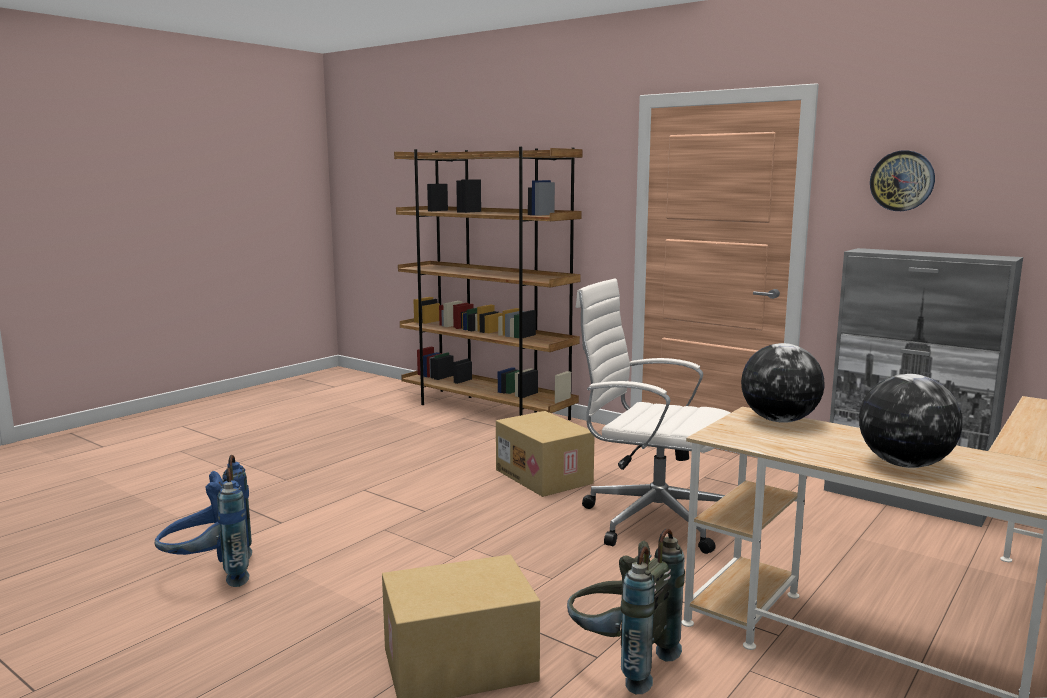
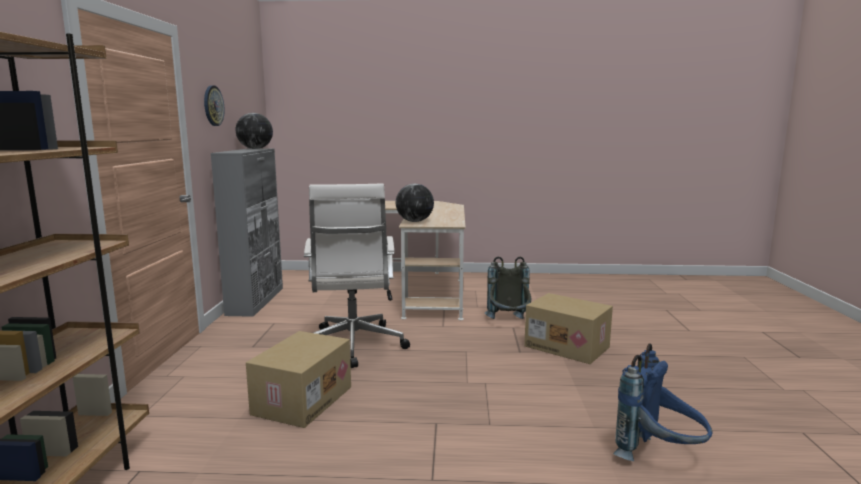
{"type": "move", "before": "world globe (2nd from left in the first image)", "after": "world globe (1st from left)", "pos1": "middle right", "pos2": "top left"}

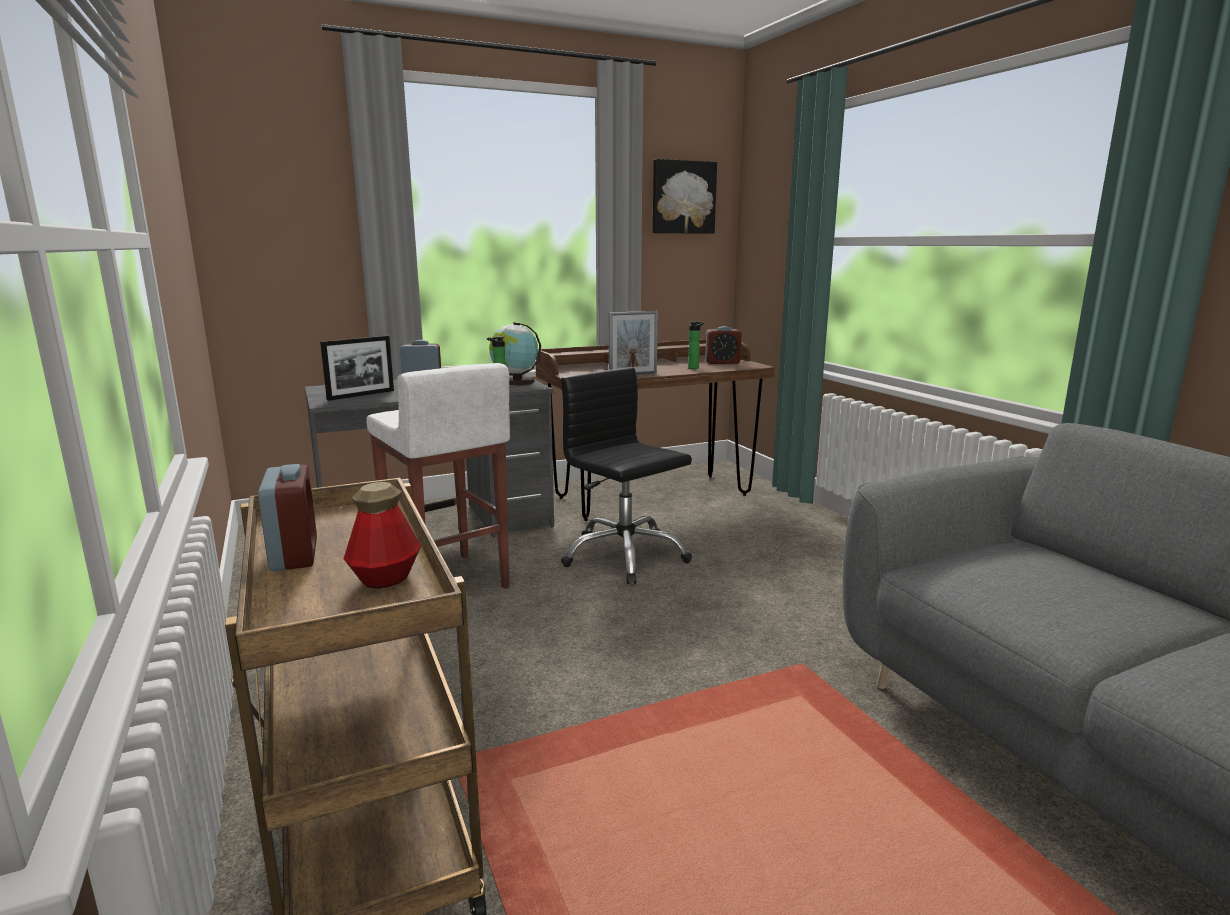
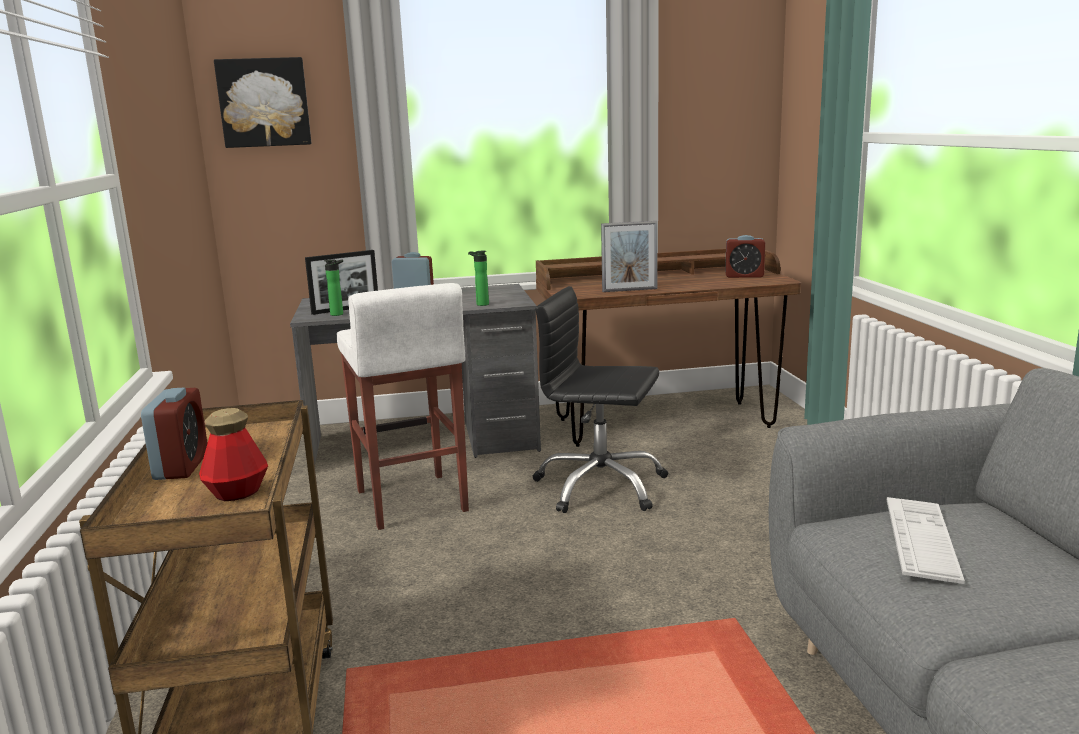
{"type": "move", "before": "wall art", "pos1": "top centre", "pos2": "top left"}
{"type": "delete", "before": "world globe", "pos1": "centre"}
{"type": "move", "before": "bottle (3rd from left in the first image)", "after": "bottle (2nd from left)", "pos1": "centre", "pos2": "middle left"}
{"type": "rotate", "before": "computer chair in black-coloured", "pos1": "centre", "pos2": "centre", "turn": -45}
{"type": "insert", "after": "keyboard", "pos2": "bottom right"}

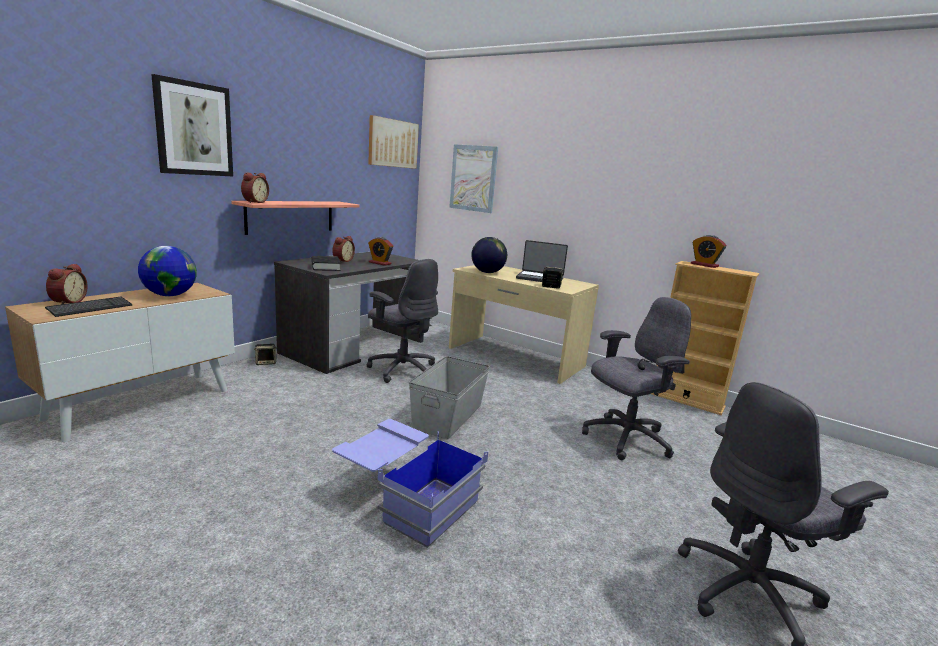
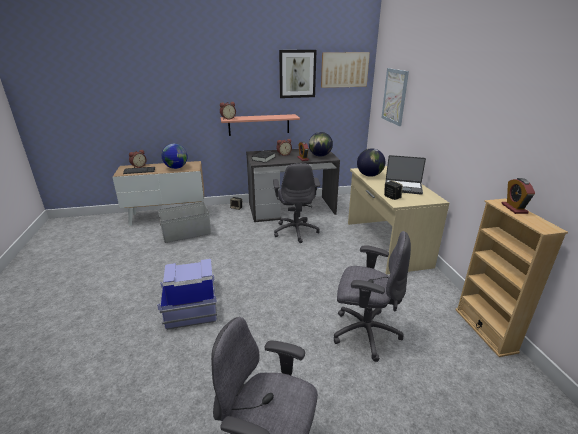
{"type": "move", "before": "wall art (1st from left)", "pos1": "top left", "pos2": "top centre"}
{"type": "rotate", "before": "laptop", "pos1": "centre", "pos2": "middle right", "turn": -45}
{"type": "move", "before": "storage box in greyish", "pos1": "centre", "pos2": "middle left"}
{"type": "insert", "after": "world globe (2nd from left)", "pos2": "top centre"}

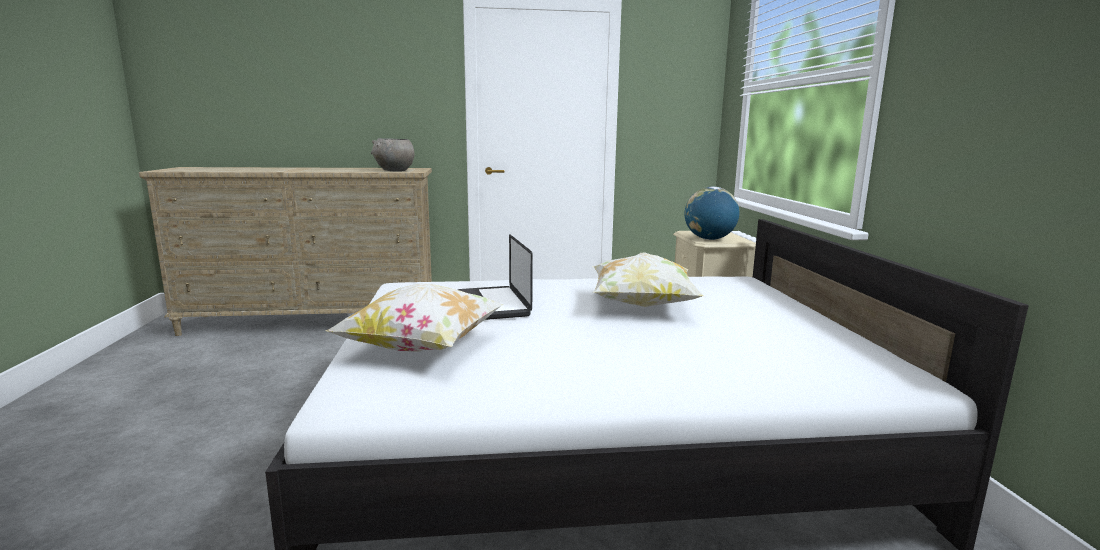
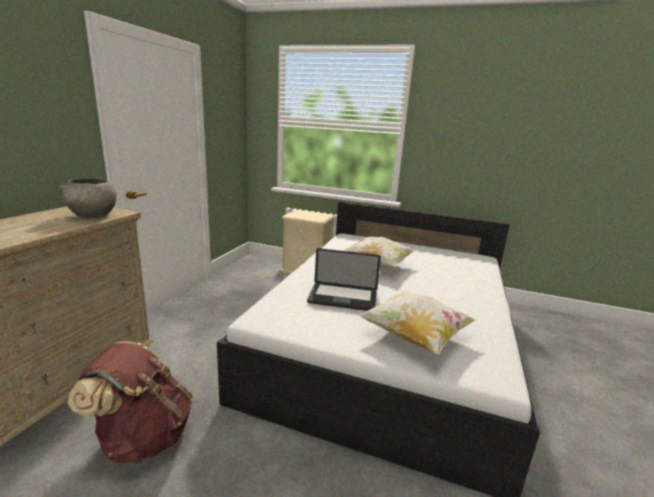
{"type": "delete", "before": "world globe", "pos1": "centre"}
{"type": "insert", "after": "backpack in brownish", "pos2": "bottom left"}

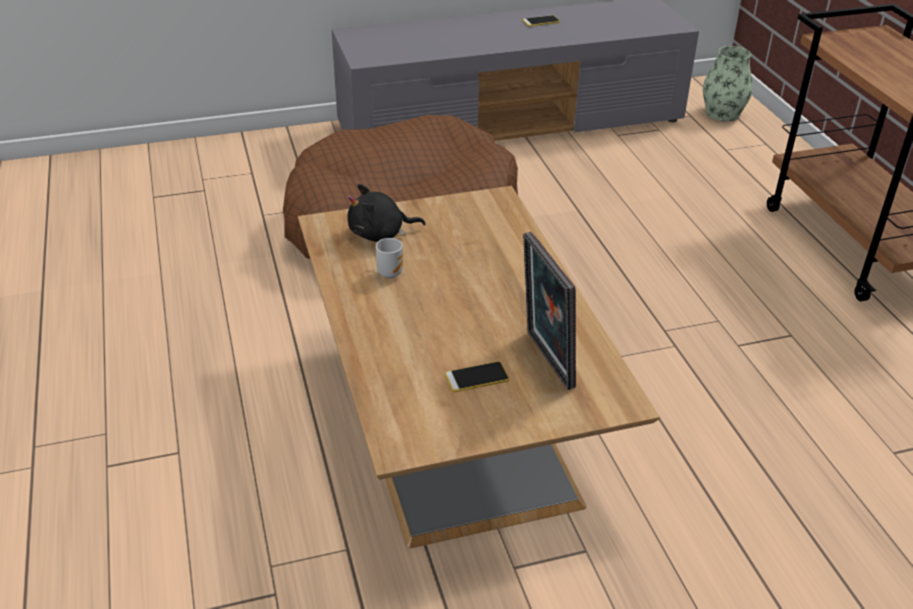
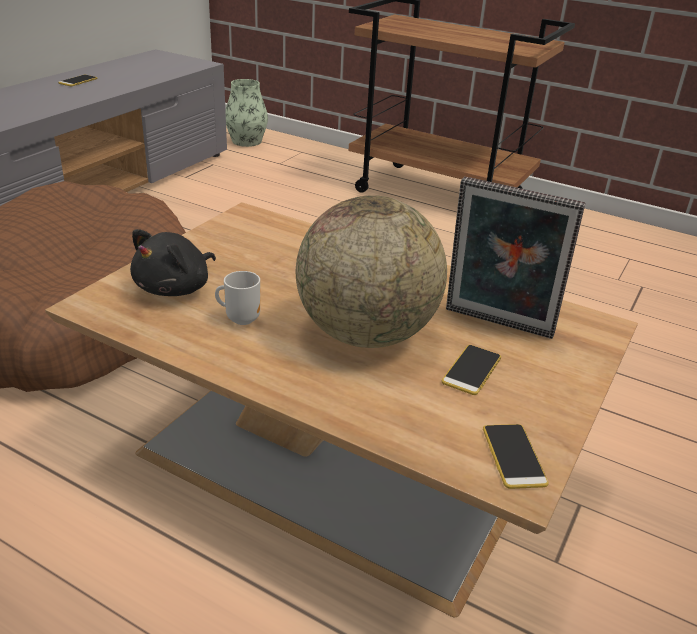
{"type": "insert", "after": "world globe", "pos2": "centre"}
{"type": "insert", "after": "handset (3rd from left)", "pos2": "bottom right"}

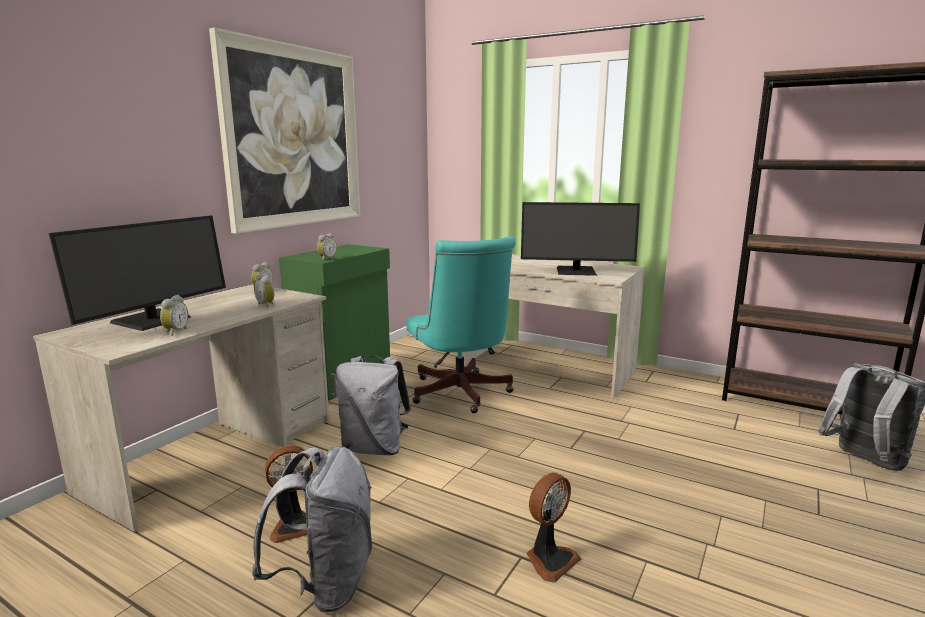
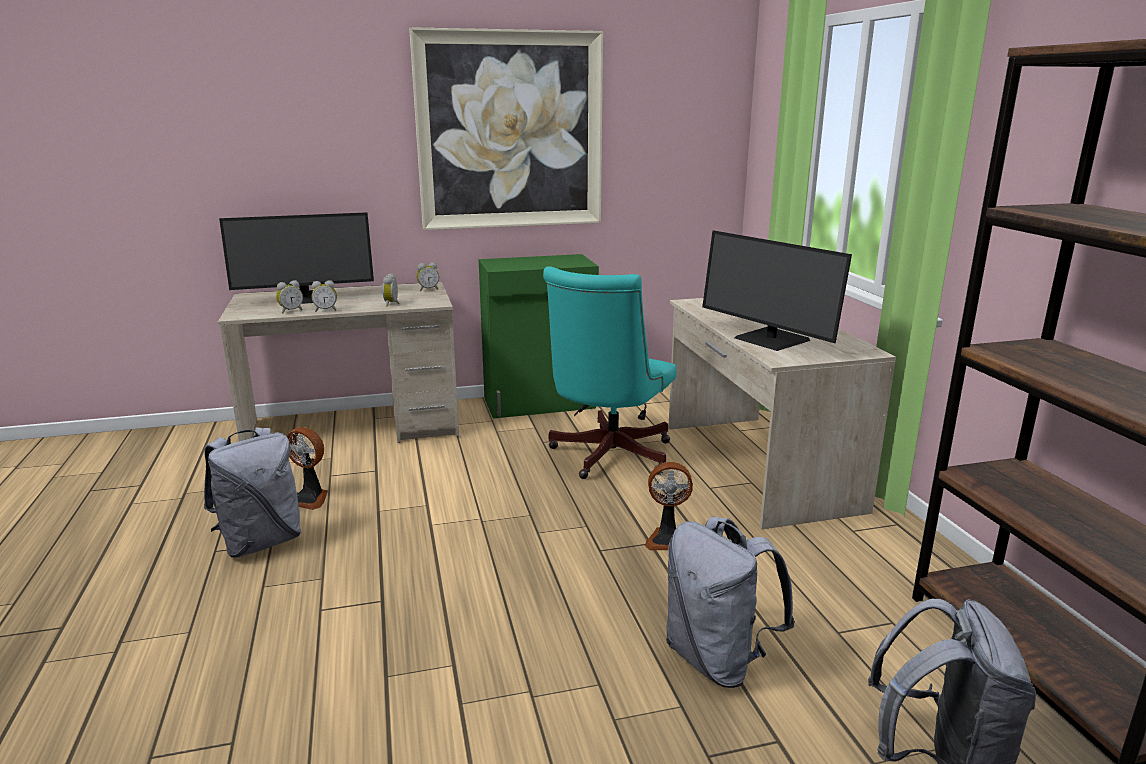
{"type": "move", "before": "bedside clock (4th from left in the first image)", "after": "bedside clock (2nd from left)", "pos1": "centre", "pos2": "middle left"}
{"type": "move", "before": "backpack in greyish (2nd from left)", "pos1": "centre", "pos2": "bottom centre"}
{"type": "move", "before": "cooling fan (2nd from left)", "pos1": "bottom centre", "pos2": "centre"}

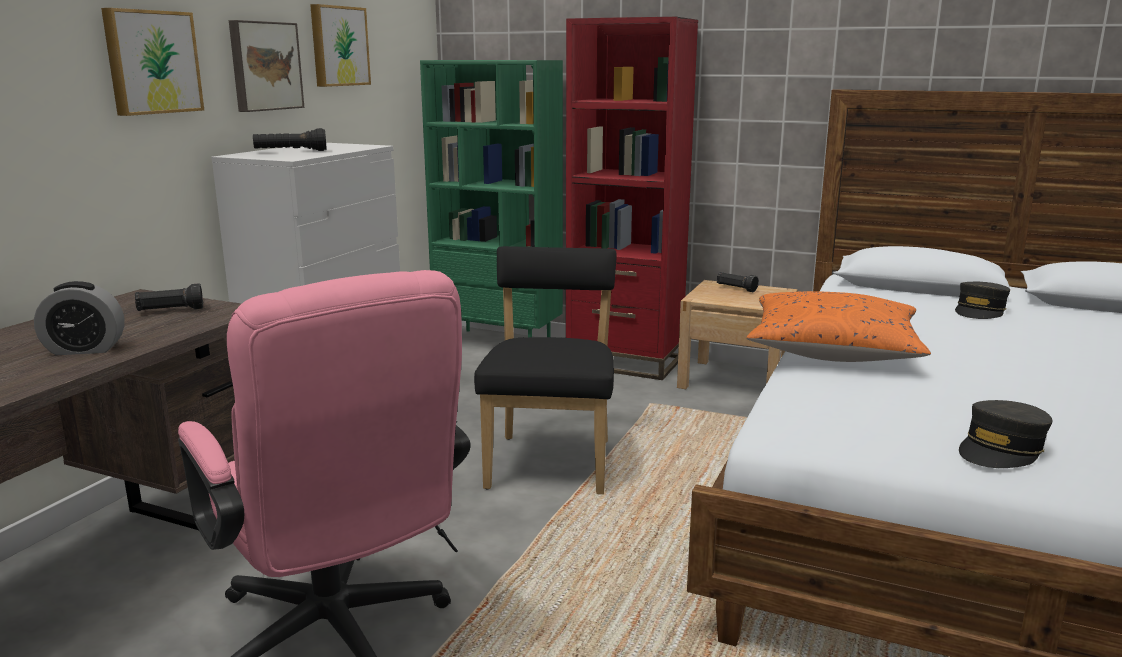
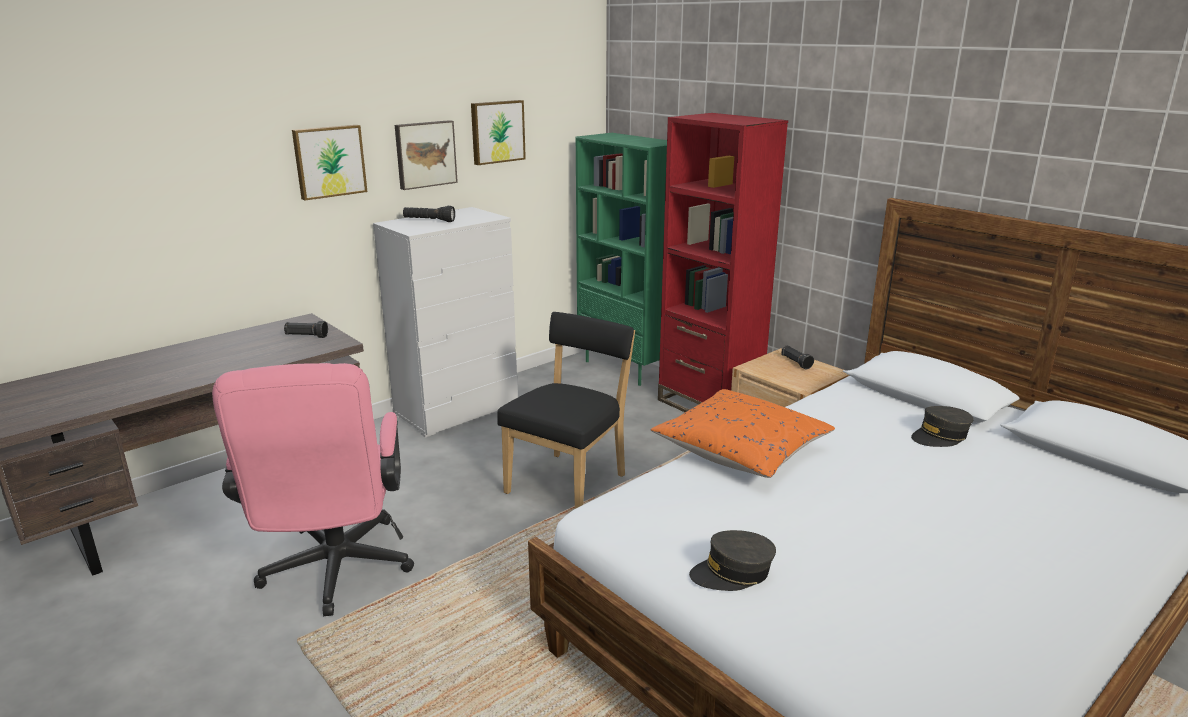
{"type": "delete", "before": "bedside clock", "pos1": "middle left"}

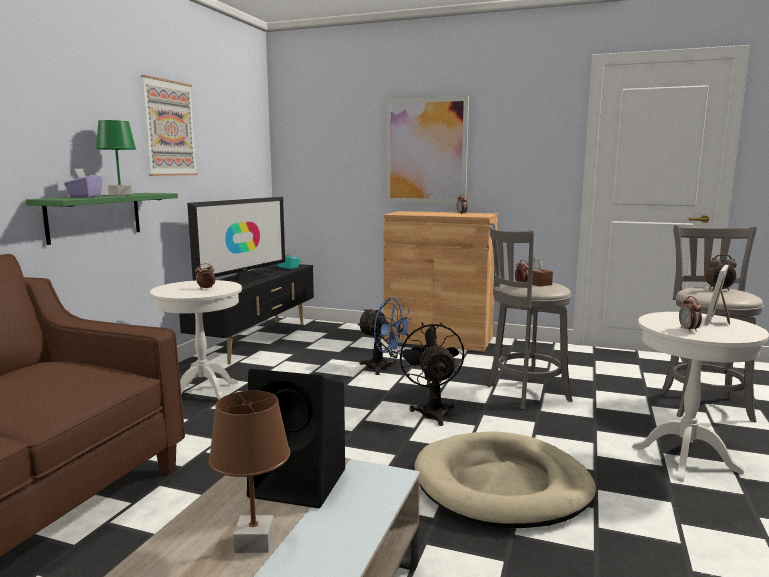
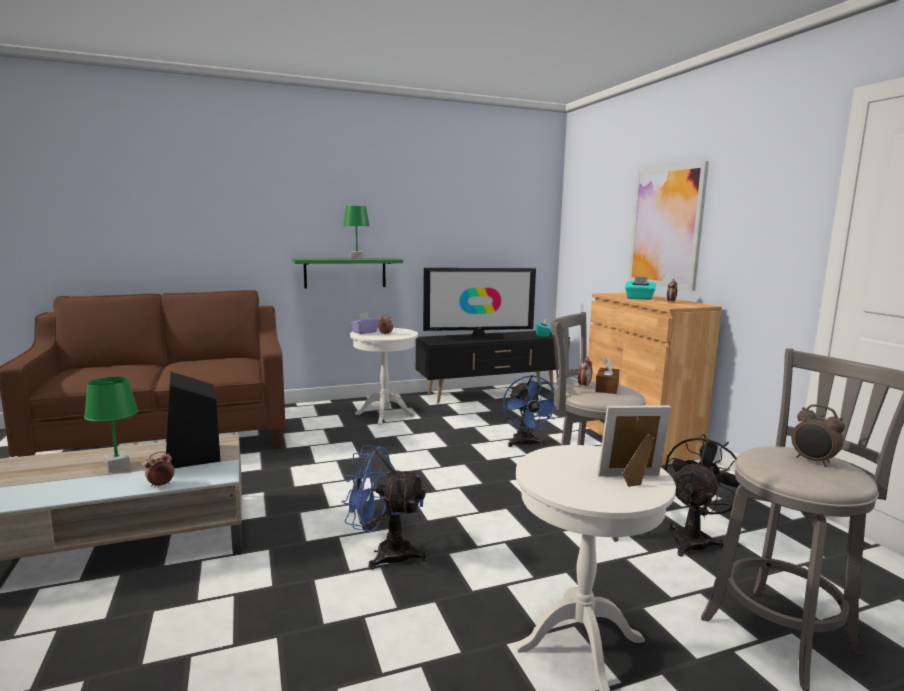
{"type": "delete", "before": "wall art (1st from left)", "pos1": "top left"}
{"type": "move", "before": "box of tissues in purple-coloured", "pos1": "top left", "pos2": "centre"}
{"type": "move", "before": "bedside clock (4th from left in the first image)", "after": "bedside clock (1st from left)", "pos1": "middle right", "pos2": "bottom left"}
{"type": "move", "before": "cooling fan in black-coloured", "pos1": "centre", "pos2": "bottom right"}
{"type": "recolor", "before": "table lamp in brownish", "after": "table lamp in green-coloured (1st from left)", "pos1": "bottom left", "pos2": "middle left"}
{"type": "replace", "before": "pet bed in beige-coloured", "after": "cooling fan in bluish (1st from left)", "pos1": "bottom centre", "pos2": "bottom centre"}
{"type": "insert", "after": "box of tissues in turquoise-coloured (2nd from left)", "pos2": "middle right"}

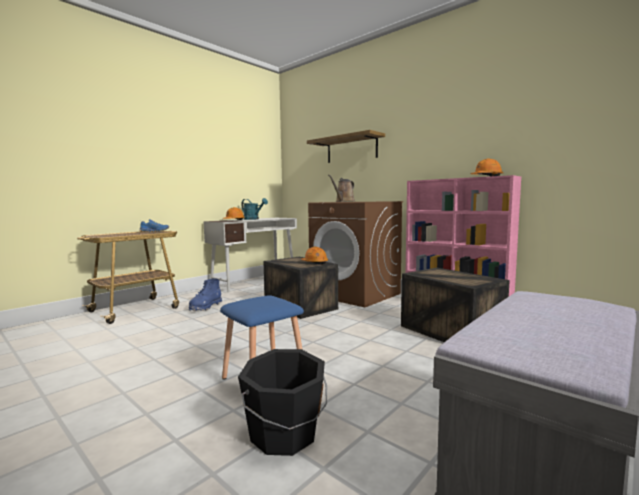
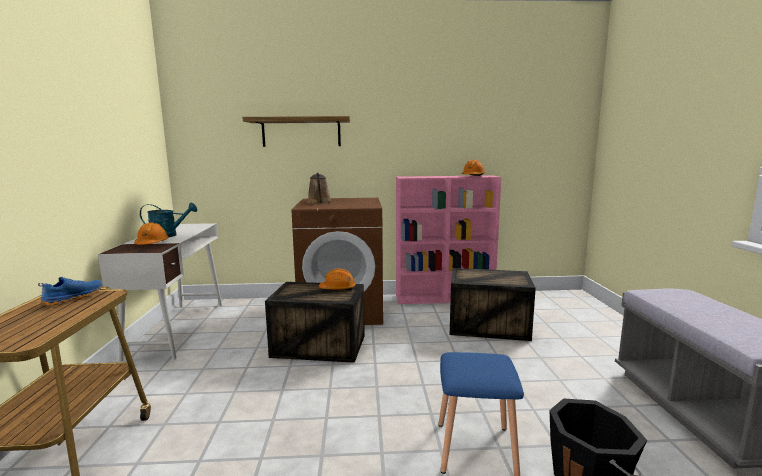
{"type": "delete", "before": "boot in bluish", "pos1": "middle left"}

